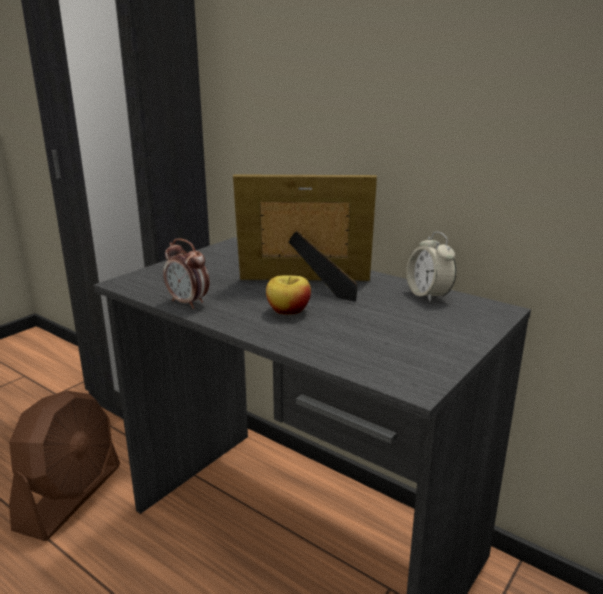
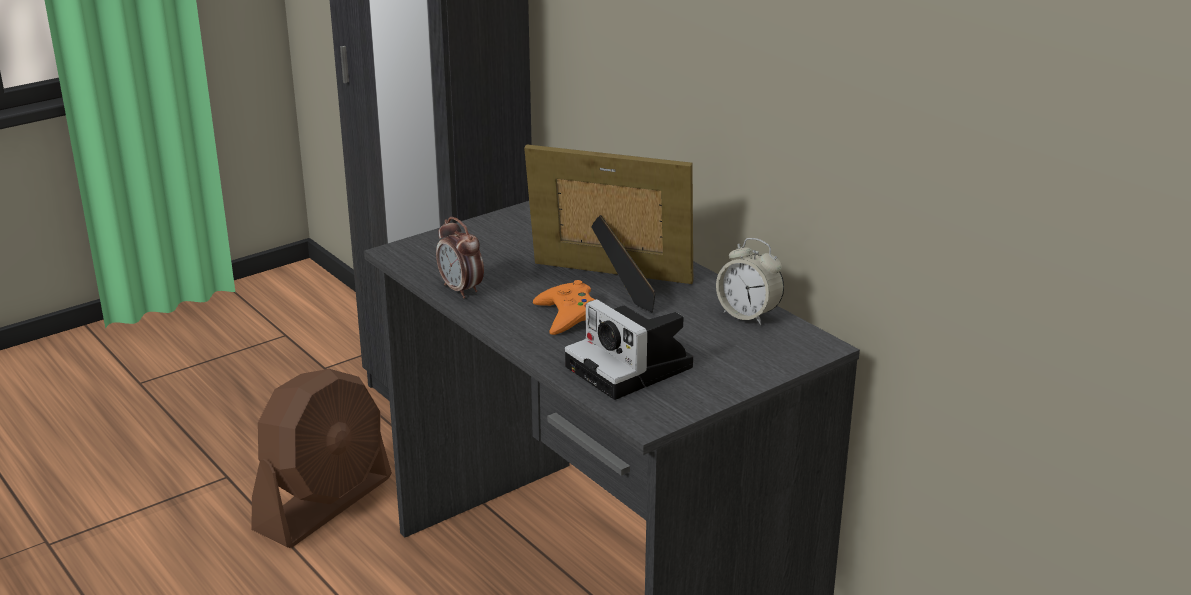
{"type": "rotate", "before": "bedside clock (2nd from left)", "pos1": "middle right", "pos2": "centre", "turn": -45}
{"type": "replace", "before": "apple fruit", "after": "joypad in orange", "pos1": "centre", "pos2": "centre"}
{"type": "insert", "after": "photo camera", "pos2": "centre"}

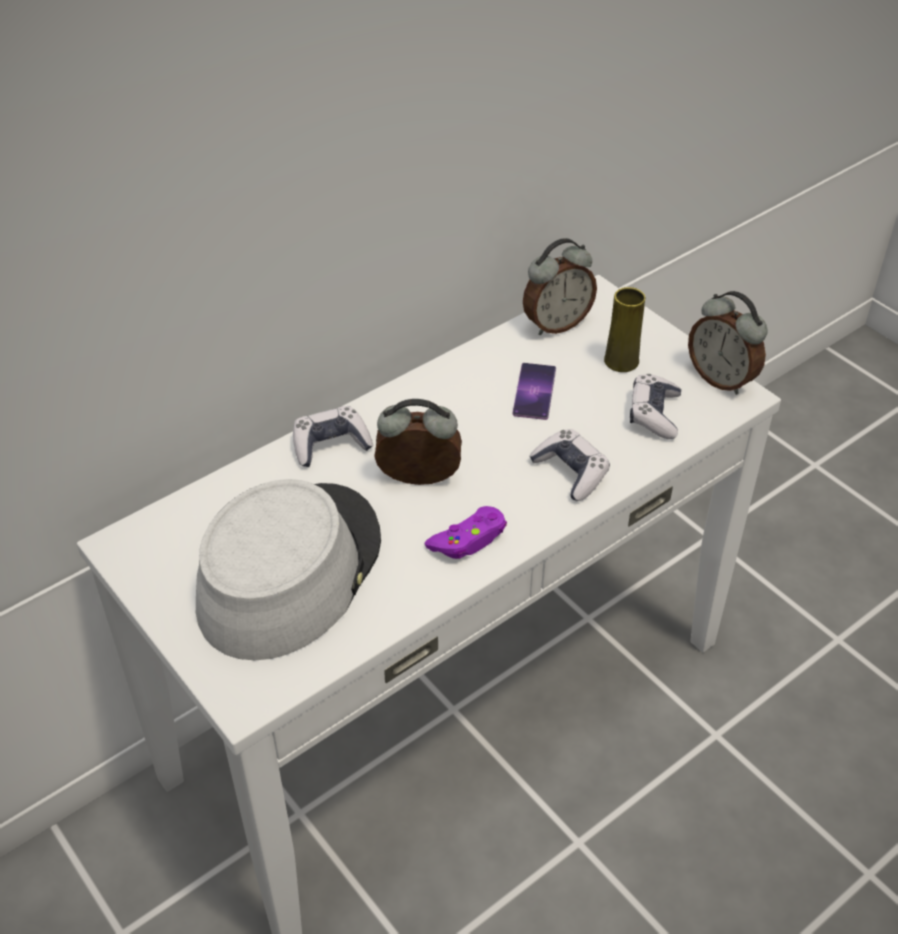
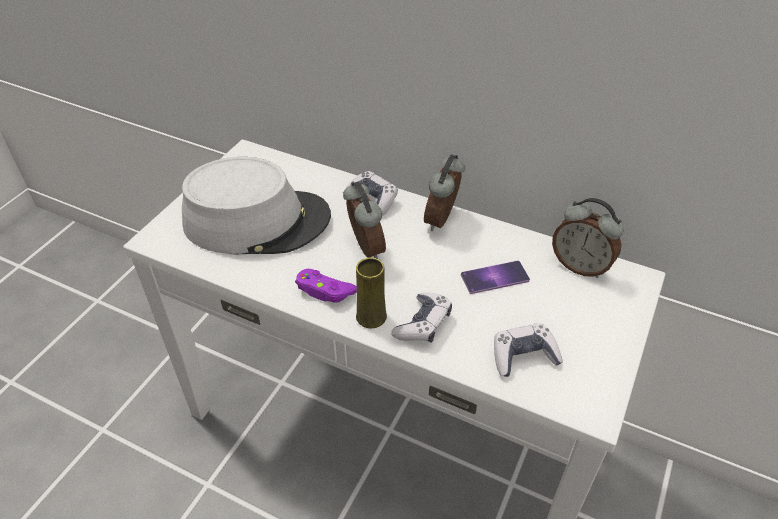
{"type": "move", "before": "decorative vase in yellowish", "pos1": "middle right", "pos2": "centre"}
{"type": "move", "before": "bedside clock (3rd from left in the first image)", "after": "bedside clock (2nd from left)", "pos1": "middle right", "pos2": "centre"}

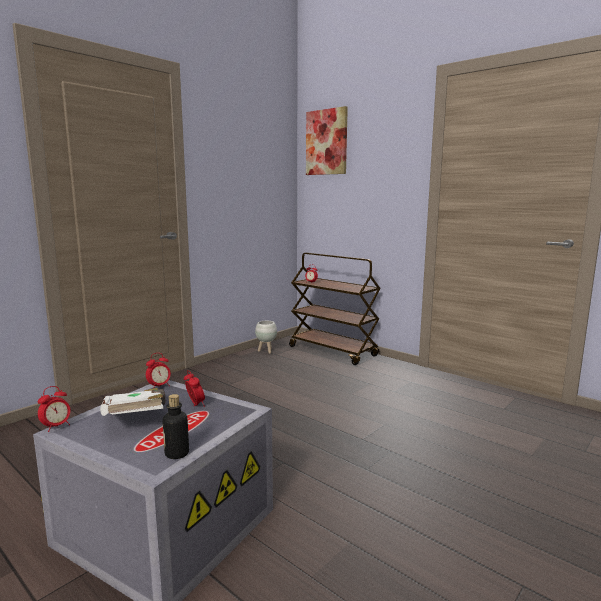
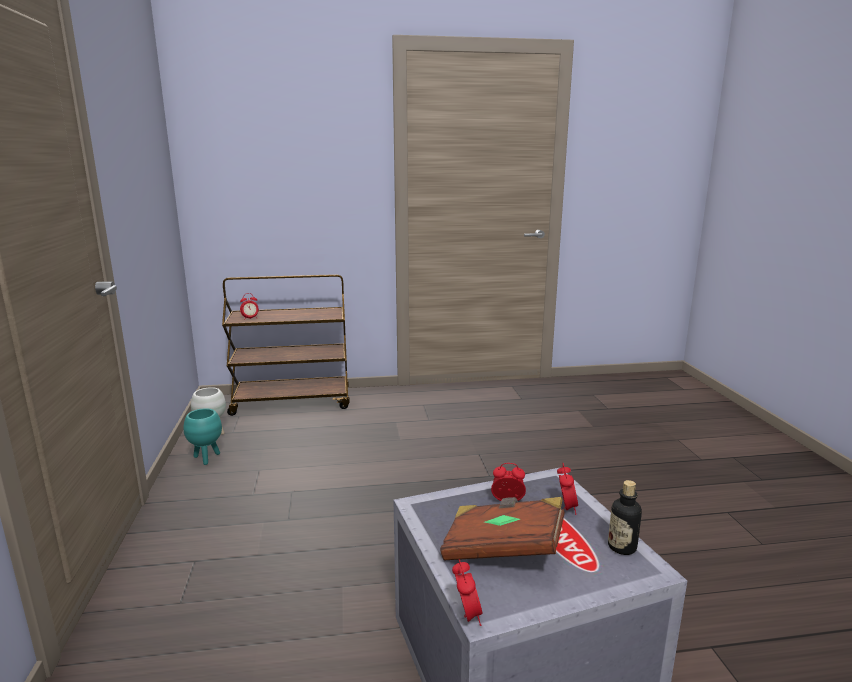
{"type": "delete", "before": "wall art", "pos1": "top centre"}
{"type": "move", "before": "bedside clock (2nd from left in the first image)", "after": "bedside clock (4th from left)", "pos1": "middle left", "pos2": "bottom centre"}
{"type": "recolor", "before": "book in white-coloured", "after": "book in brownish", "pos1": "bottom left", "pos2": "bottom centre"}
{"type": "insert", "after": "planter in turquoise-coloured", "pos2": "middle left"}

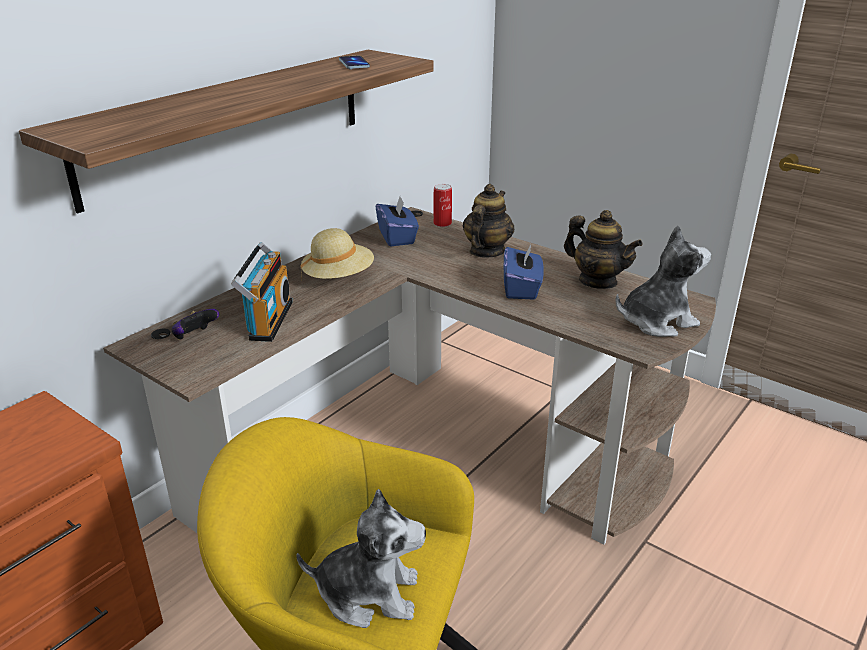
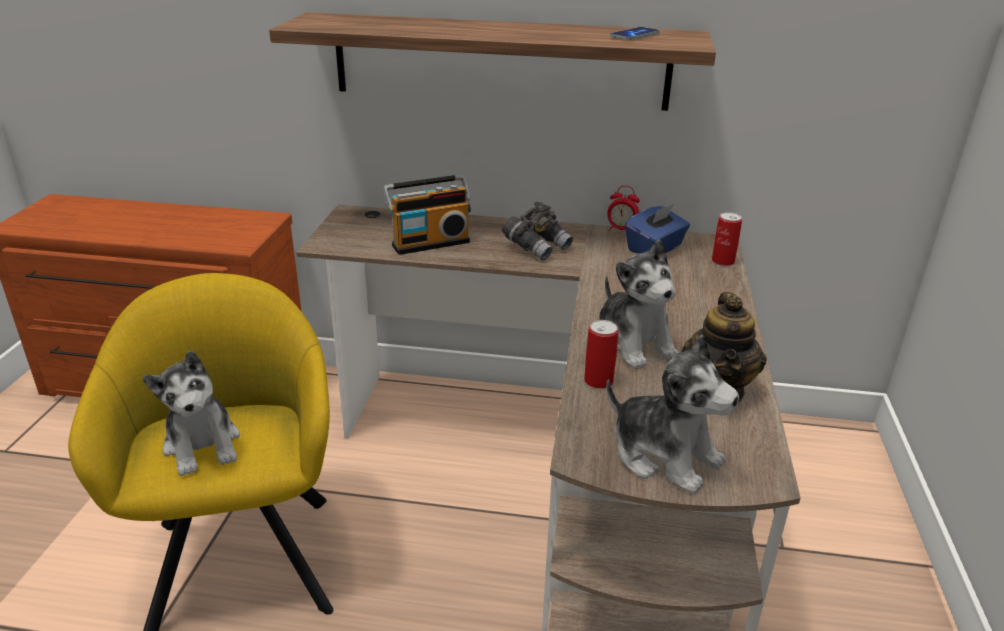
{"type": "delete", "before": "pot for tea (1st from left)", "pos1": "centre"}
{"type": "replace", "before": "clothing hat in beige-coloured", "after": "field glasses in greyish", "pos1": "centre", "pos2": "centre"}
{"type": "replace", "before": "box of tissues in bluish (2nd from left)", "after": "soft toy (2nd from left)", "pos1": "centre", "pos2": "centre"}
{"type": "delete", "before": "joypad", "pos1": "middle left"}
{"type": "insert", "after": "bedside clock", "pos2": "top centre"}
{"type": "insert", "after": "metal can (1st from left)", "pos2": "centre"}

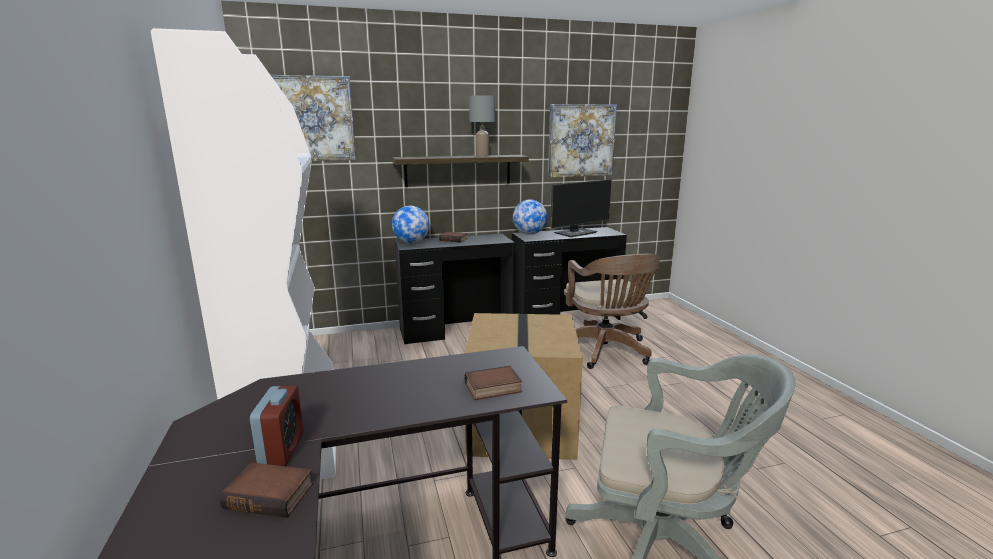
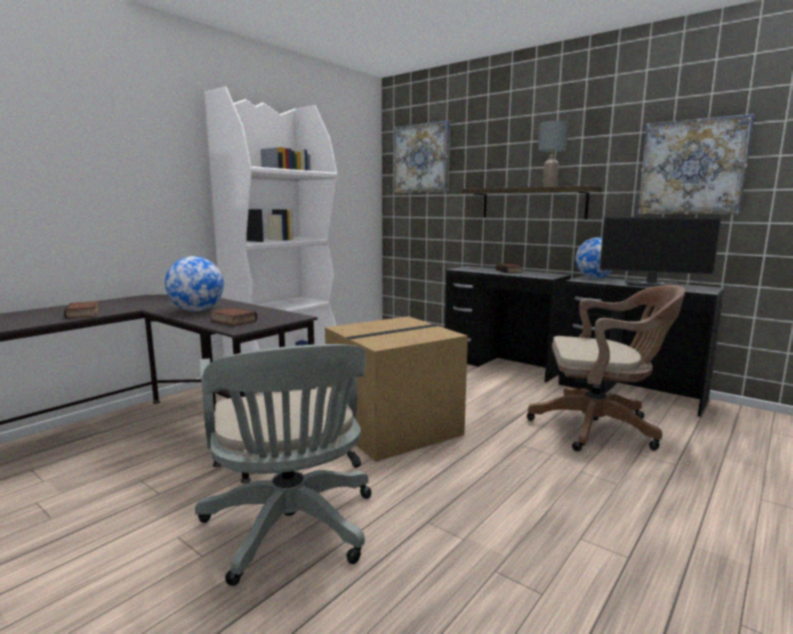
{"type": "move", "before": "world globe (1st from left)", "pos1": "centre", "pos2": "middle left"}
{"type": "rotate", "before": "computer chair in brownish", "pos1": "centre", "pos2": "middle right", "turn": -120}
{"type": "delete", "before": "bedside clock", "pos1": "bottom left"}

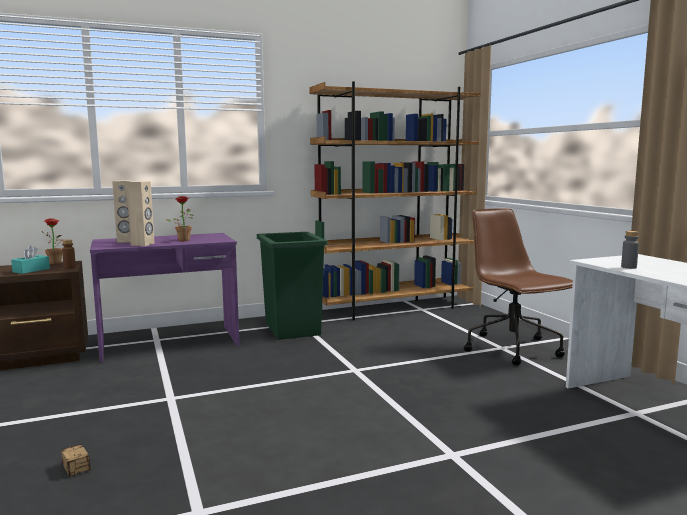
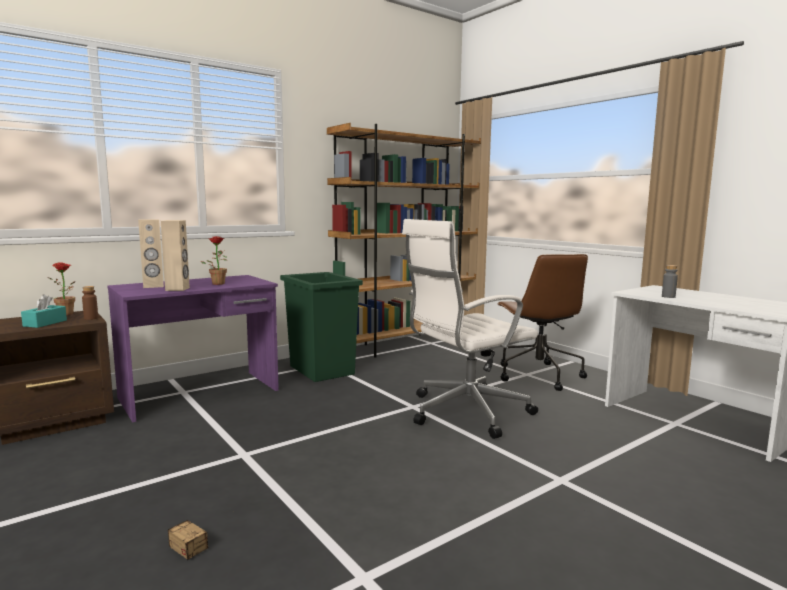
{"type": "rotate", "before": "computer chair in brownish", "pos1": "middle right", "pos2": "middle right", "turn": -150}
{"type": "insert", "after": "computer chair in white-coloured", "pos2": "centre"}

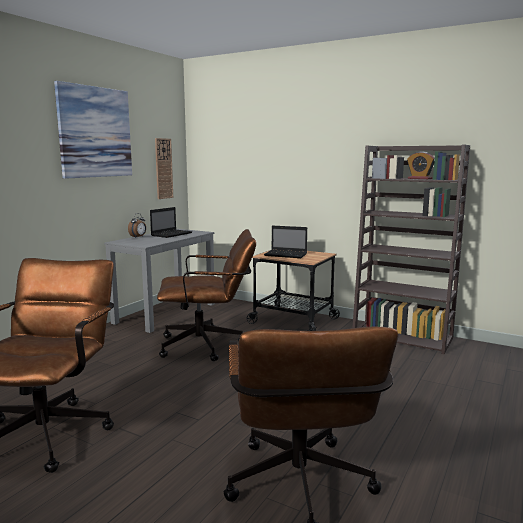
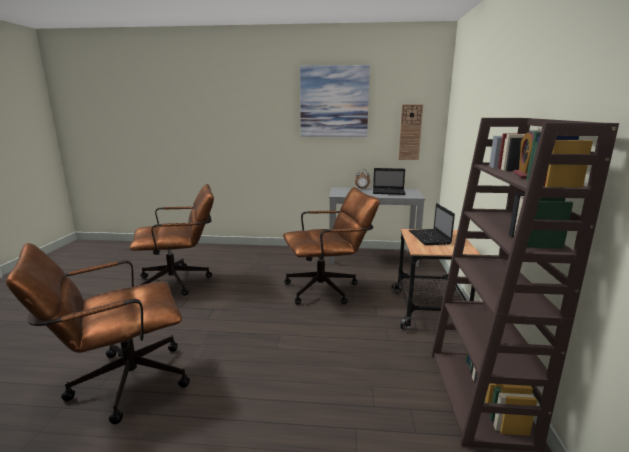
{"type": "rotate", "before": "computer chair in brownish (2nd from left in the first image)", "pos1": "centre", "pos2": "centre", "turn": -75}

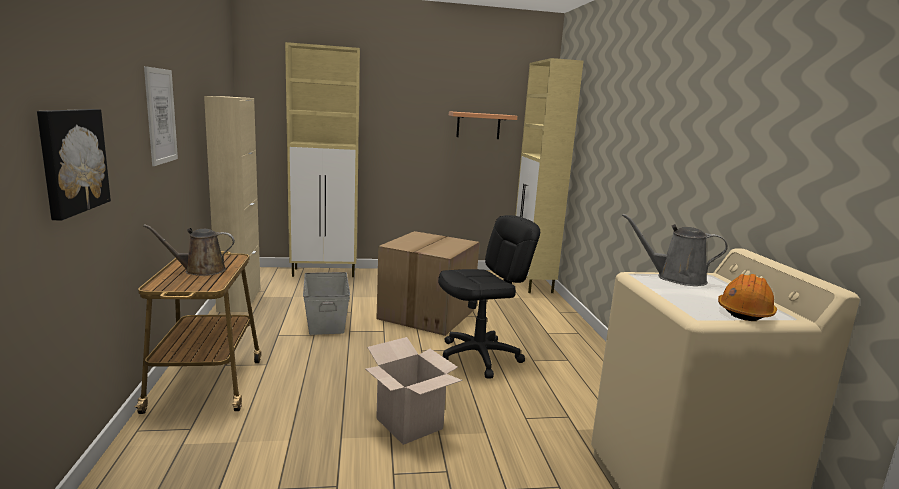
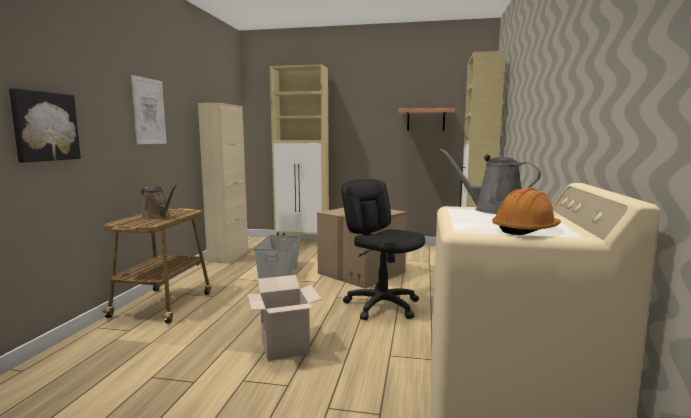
{"type": "rotate", "before": "computer chair in black-coloured", "pos1": "centre", "pos2": "centre", "turn": -120}
{"type": "rotate", "before": "watering pot in brownish", "pos1": "middle left", "pos2": "middle left", "turn": -150}

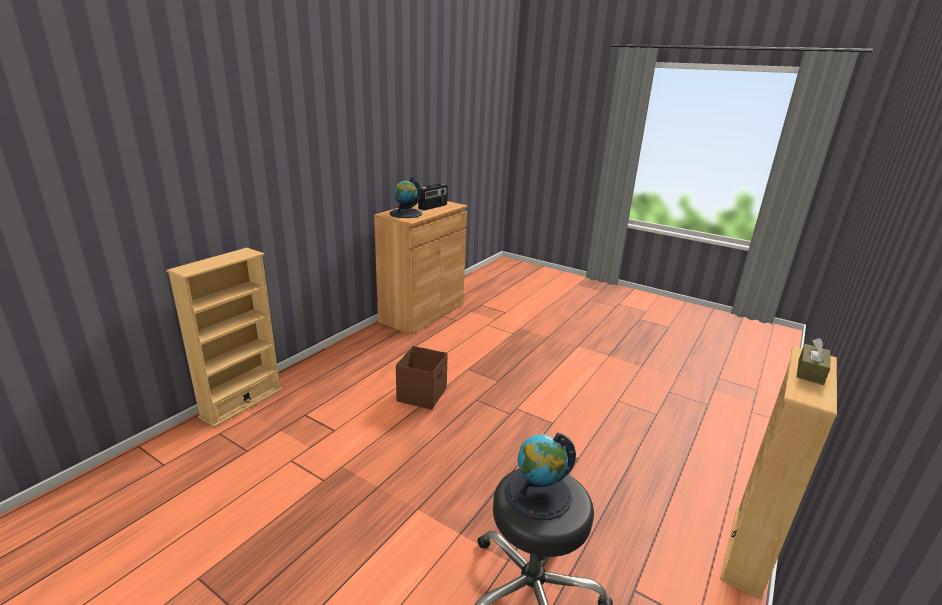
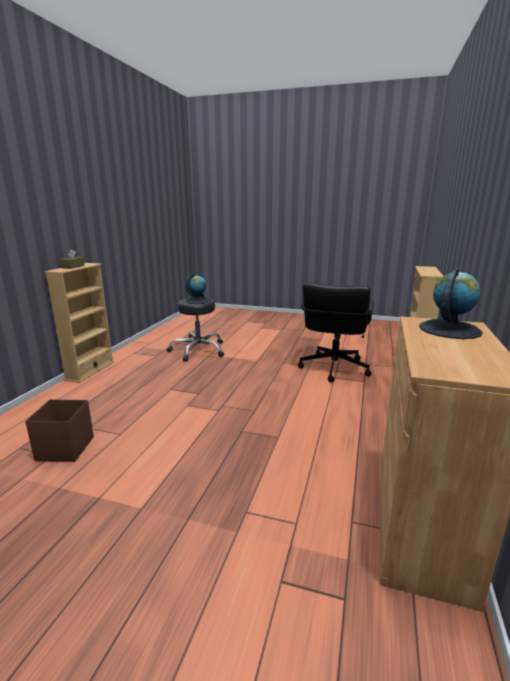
{"type": "delete", "before": "radio receiver", "pos1": "top centre"}
{"type": "move", "before": "storage box in brownish", "pos1": "centre", "pos2": "middle left"}
{"type": "insert", "after": "computer chair in black-coloured", "pos2": "centre"}

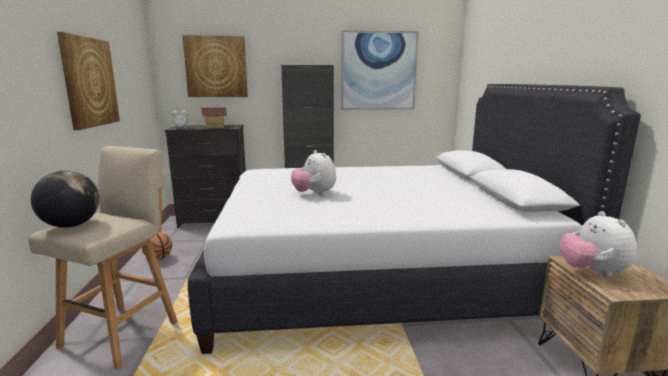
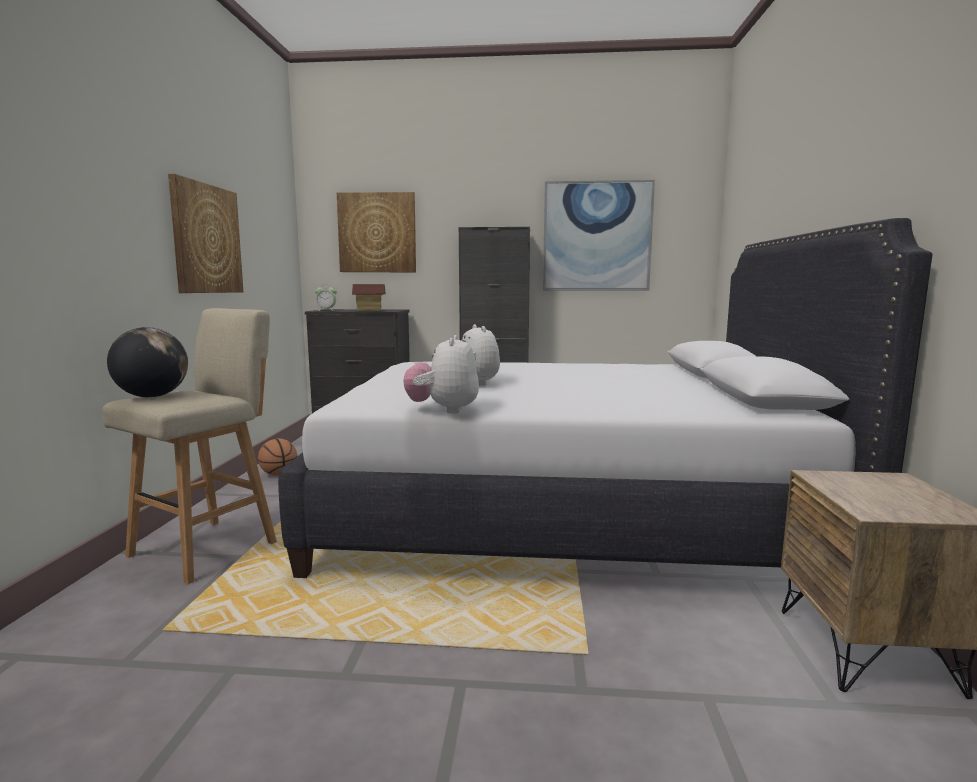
{"type": "move", "before": "soft toy (2nd from left in the first image)", "after": "soft toy (1st from left)", "pos1": "middle right", "pos2": "centre"}

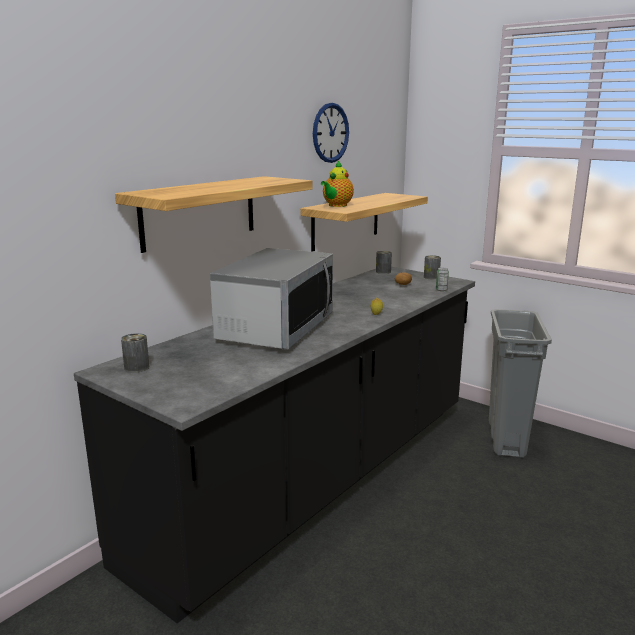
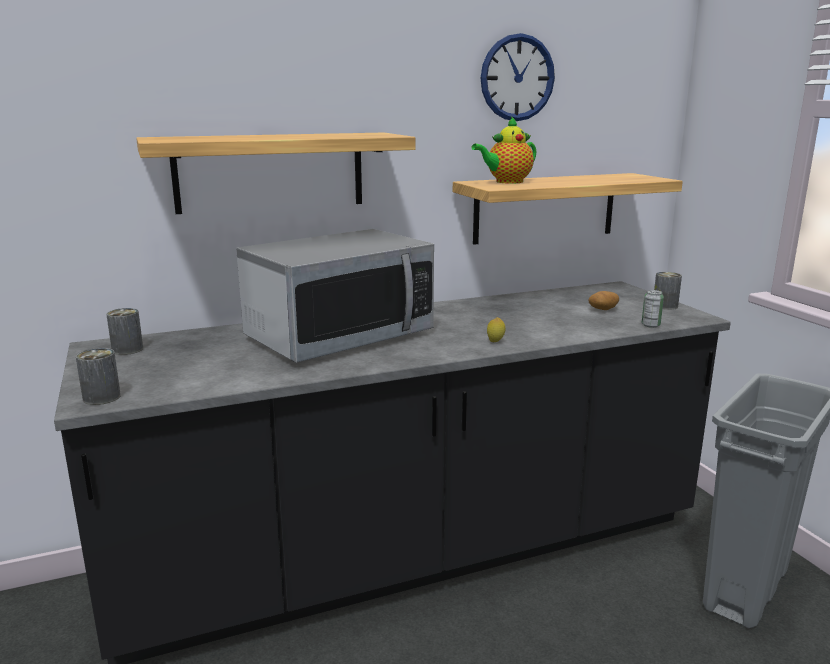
{"type": "move", "before": "metal can (2nd from left in the first image)", "after": "metal can (1st from left)", "pos1": "centre", "pos2": "middle left"}

